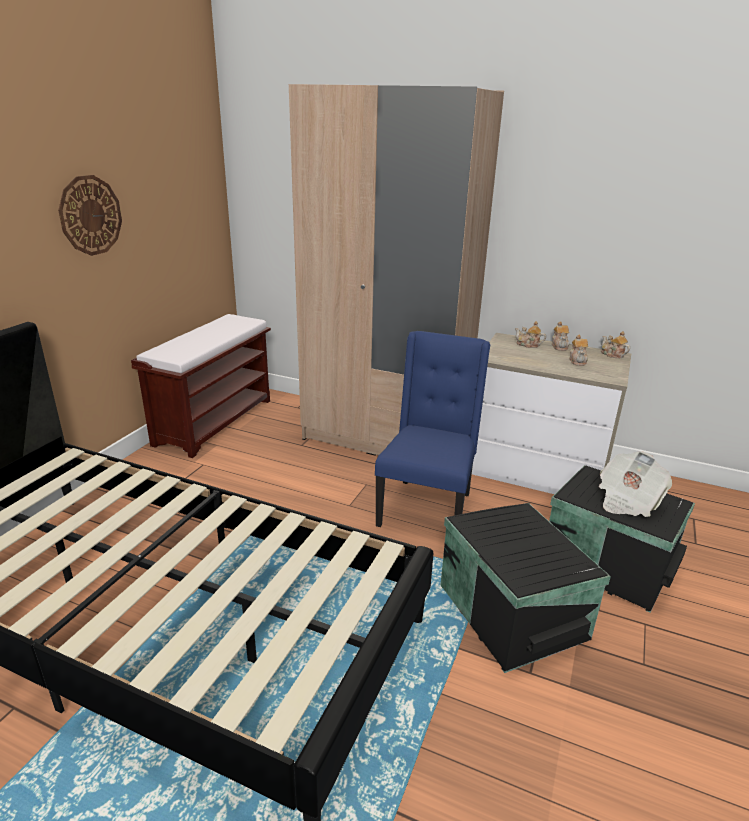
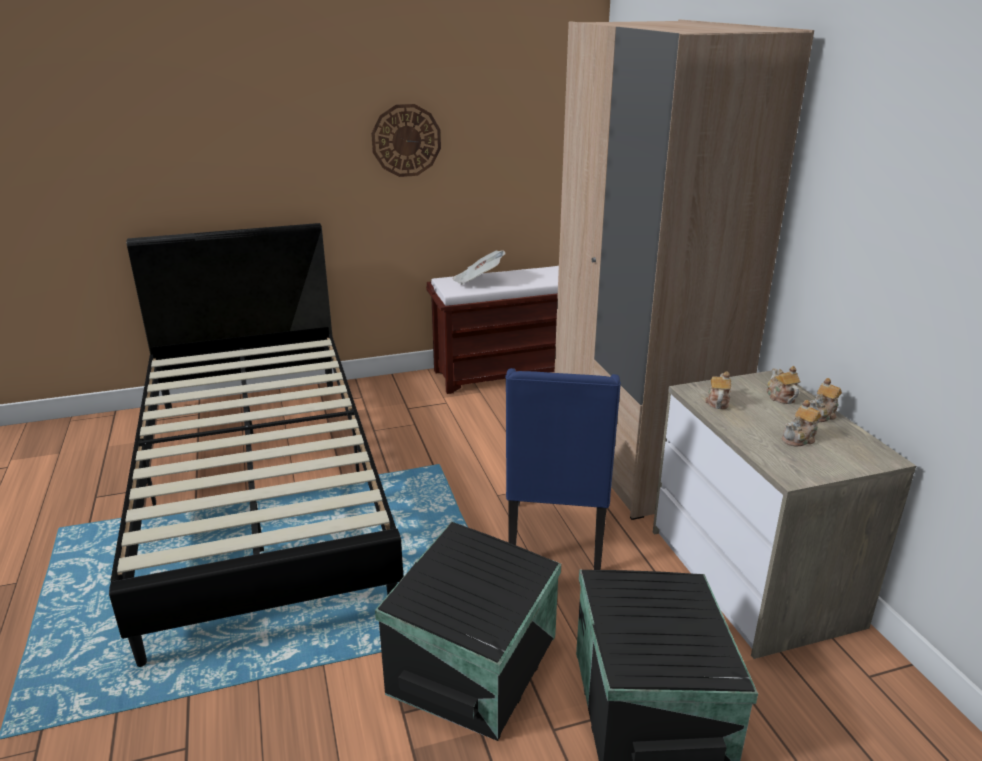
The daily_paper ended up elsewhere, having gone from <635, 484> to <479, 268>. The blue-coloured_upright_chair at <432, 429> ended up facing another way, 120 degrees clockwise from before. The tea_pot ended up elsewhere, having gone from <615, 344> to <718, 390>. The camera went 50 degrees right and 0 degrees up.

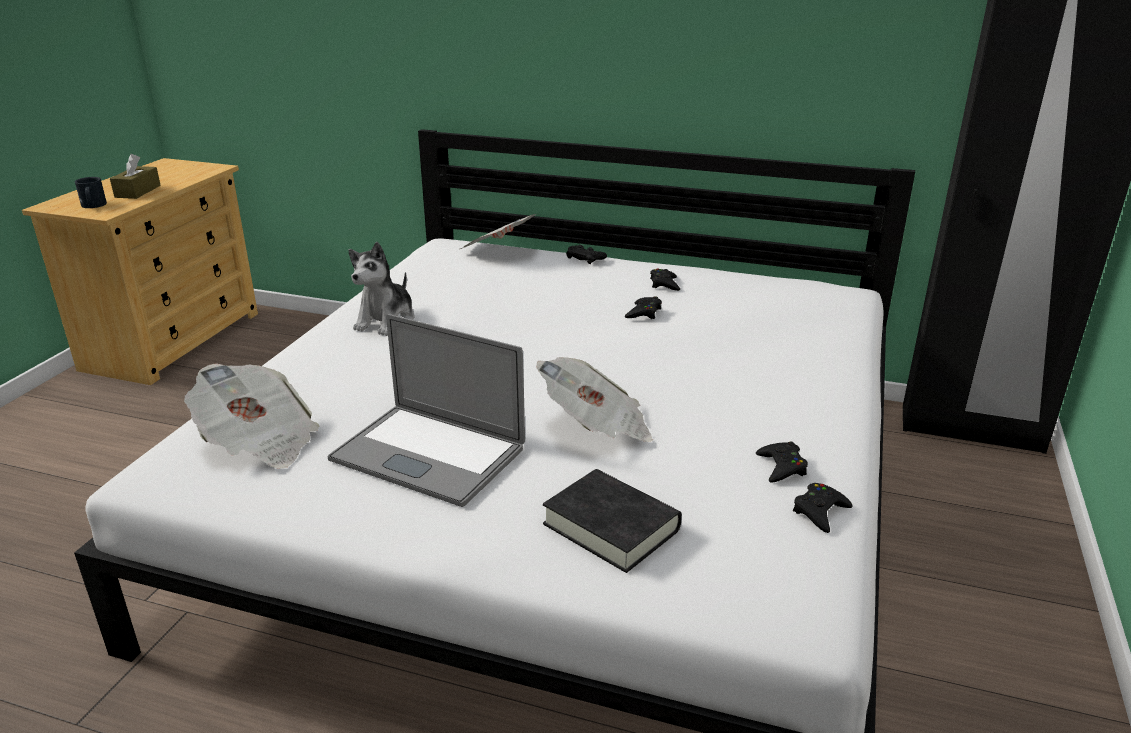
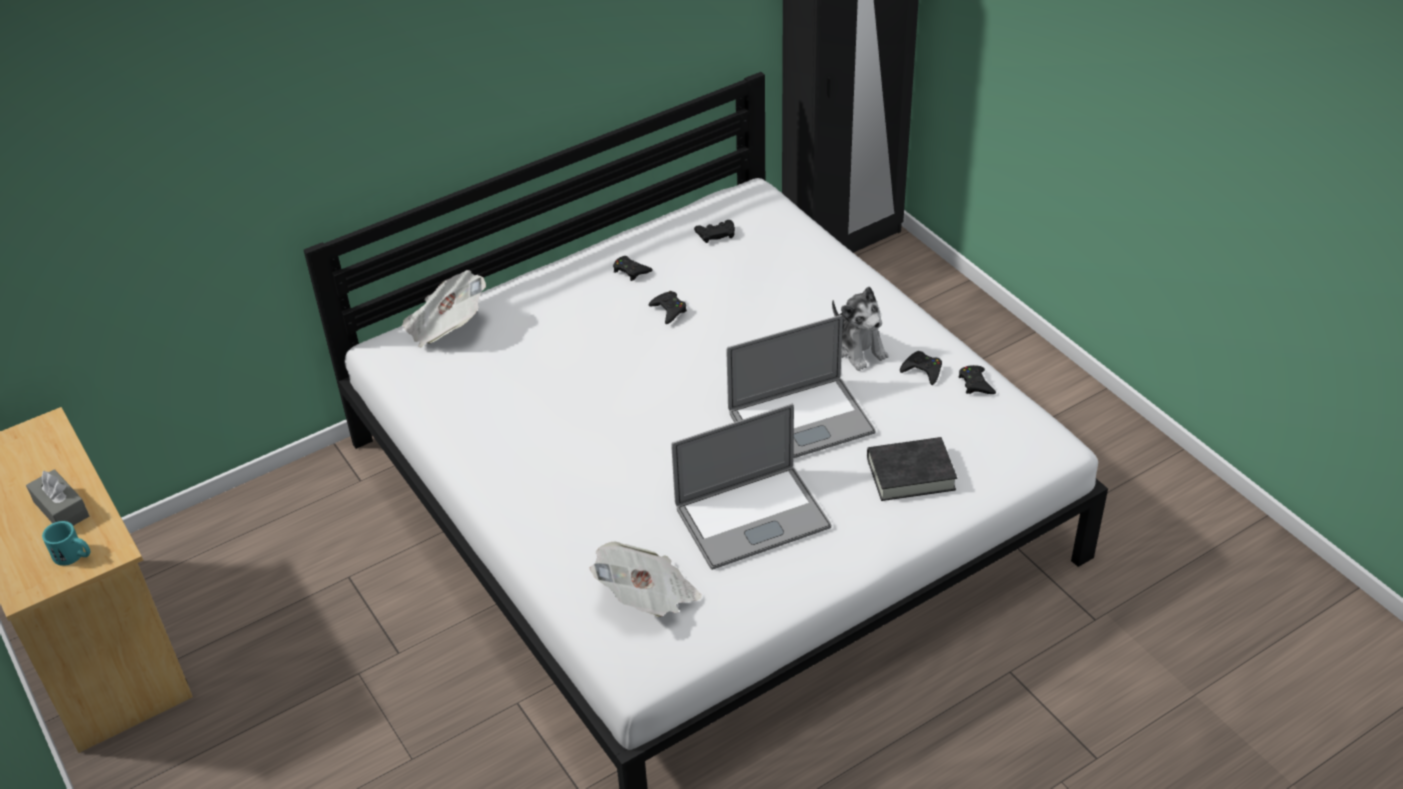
What was the brown_tissue_holder at <135, 176> turned into the gray_tissue_holder at <57, 497>. What was the blackish_tea_mug at <91, 192> turned into the turquoise_tea_mug at <66, 543>. The blackish_gamepad ended up elsewhere, having gone from <586, 254> to <714, 231>. Where the daily_paper stood at <594, 399>, the portable_computer came to stand at <801, 386>. The soft_toy ended up elsewhere, having gone from <382, 289> to <860, 329>. The camera went 50 degrees left and 15 degrees up.

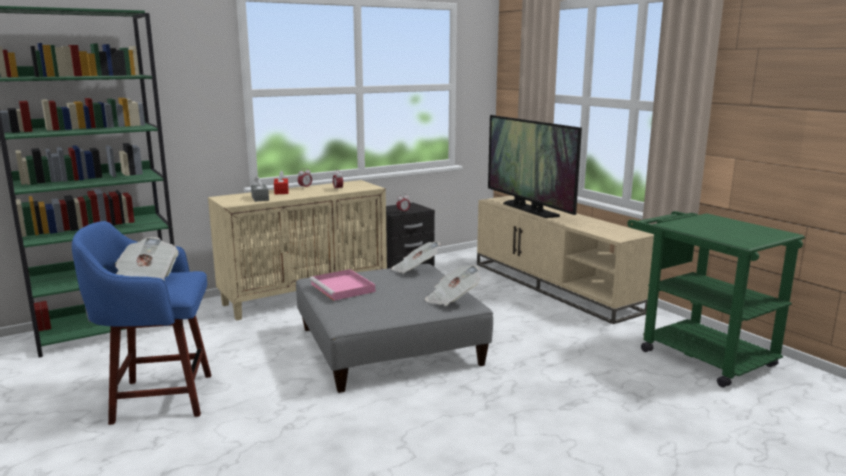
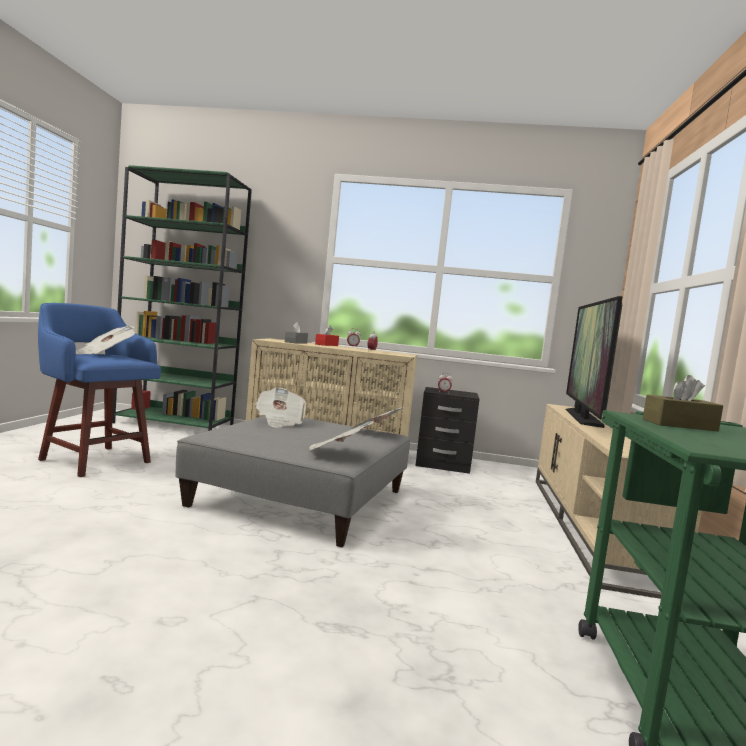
Where the pinkish_tray stood at <342, 285>, the daily_paper came to stand at <280, 408>. The second view gained the brown_tissue_holder at <683, 403>. The camera went 40 degrees right and 10 degrees down.

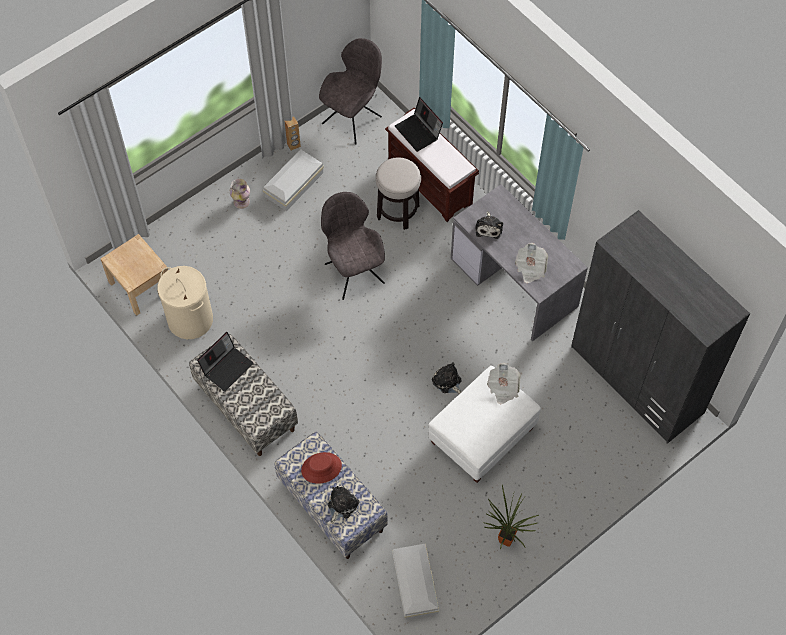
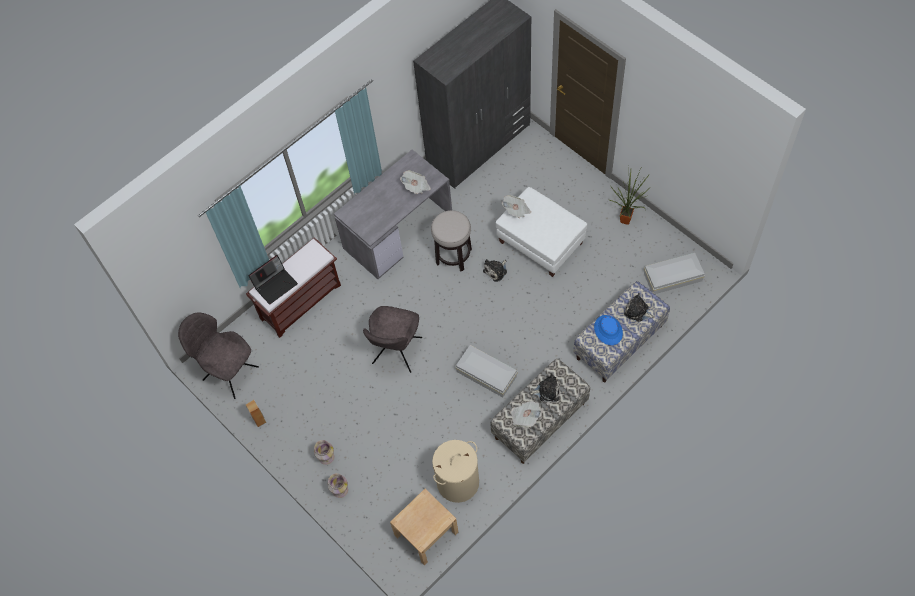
The second view gained the vase at <338, 485>. The gray_upright_chair at <353, 246> ended up facing another way, 45 degrees counterclockwise from before. The stool_seat ended up elsewhere, having gone from <398, 193> to <451, 241>. The white-coloured_storage_box ended up elsewhere, having gone from <293, 180> to <486, 371>. Where the portable_computer stood at <225, 362>, the daily_paper came to stand at <526, 414>. The soft_toy ended up elsewhere, having gone from <489, 225> to <545, 388>. What was the reddish_wearable_hat at <321, 468> turned into the blue-coloured_wearable_hat at <608, 330>. The camera went 90 degrees left and 0 degrees up.

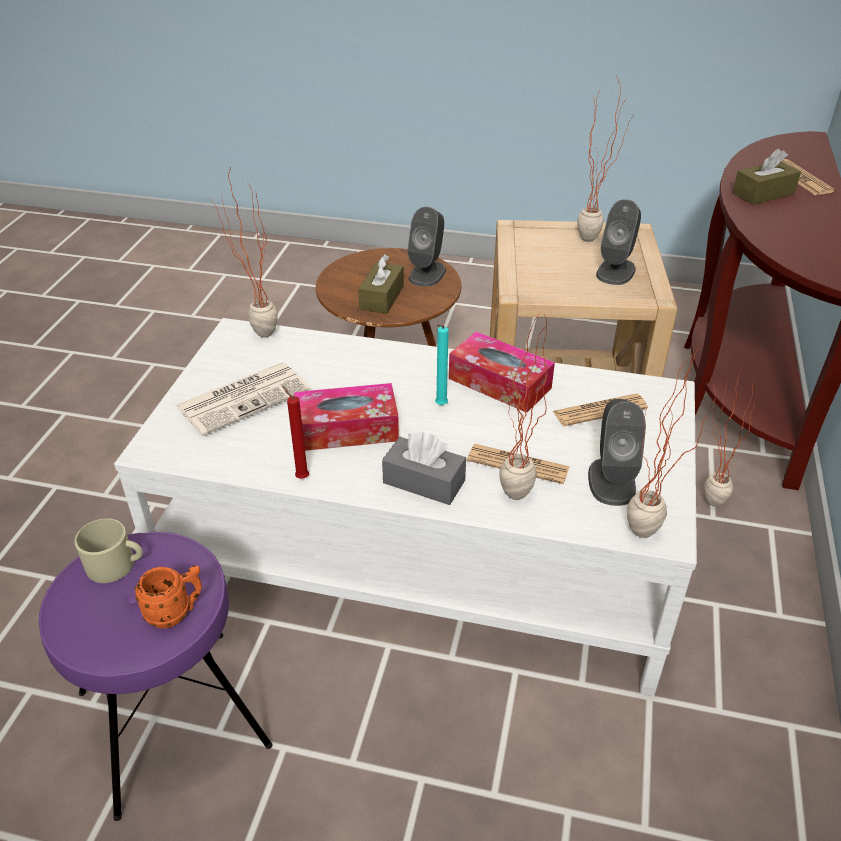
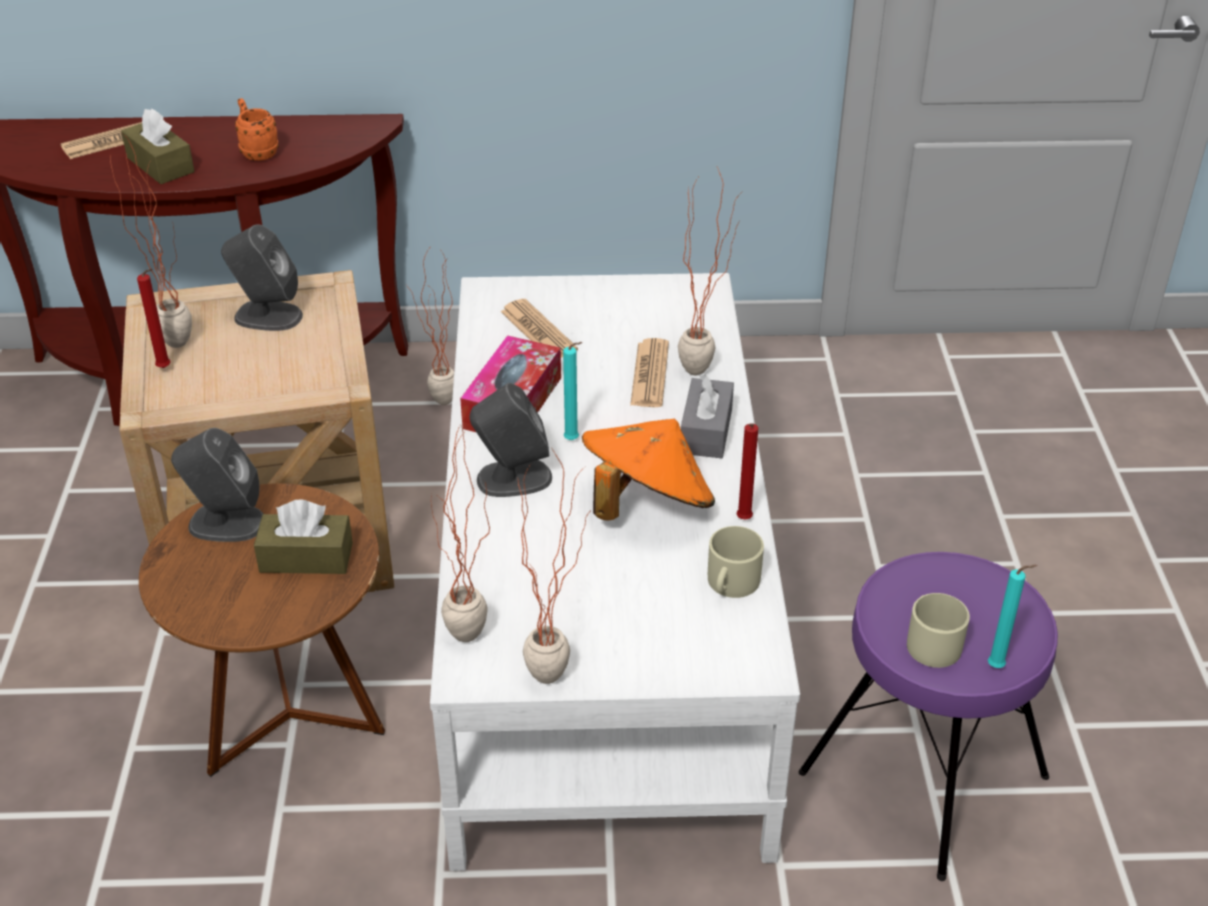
The second view gained the reddish_wax_candle at <154, 318>. The orange_tea_mug ended up elsewhere, having gone from <168, 596> to <257, 129>. The gray_loudspeaker ended up elsewhere, having gone from <617, 452> to <511, 440>. The potted_plant ended up elsewhere, having gone from <671, 441> to <554, 565>. Where the tissue_holder stood at <346, 417>, the orange_wearable_hat came to stand at <648, 470>. The second view gained the sand-coloured_tea_mug at <736, 562>. The second view gained the turquoise_wax_candle at <1012, 616>. The second view lost the daily_paper at <243, 399>. The camera went 105 degrees left and 0 degrees up.

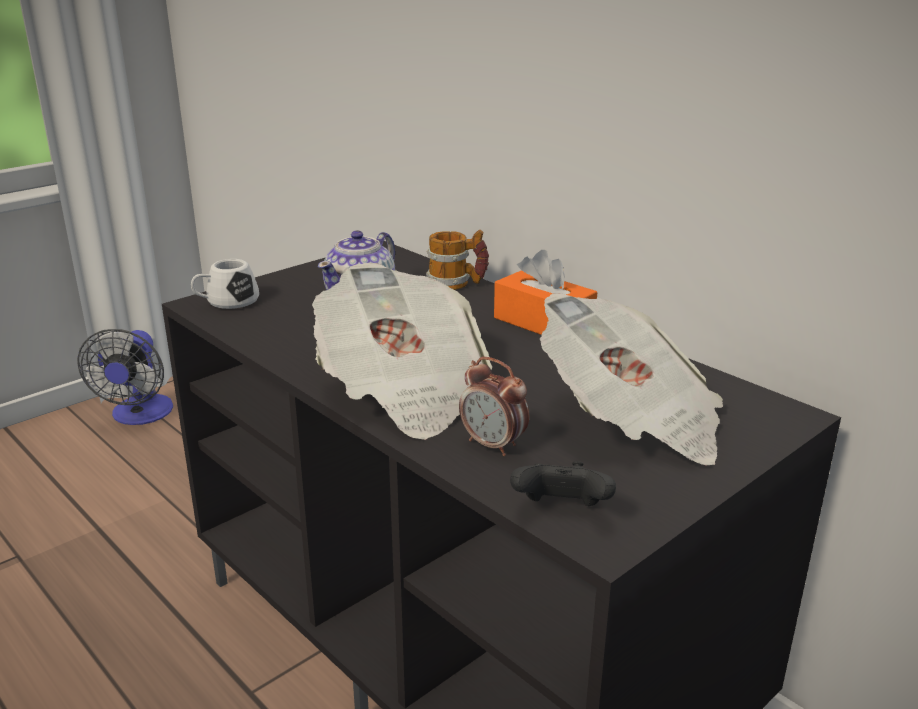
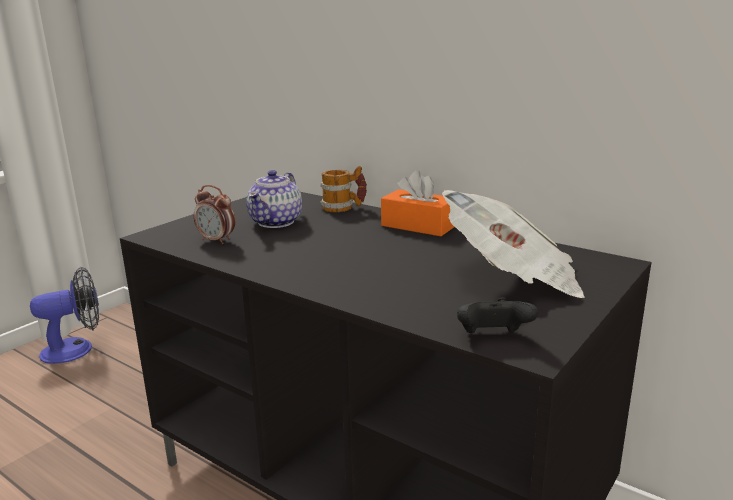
The cooling_fan at <125, 377> ended up facing another way, 105 degrees counterclockwise from before. The alarm_clock ended up elsewhere, having gone from <494, 406> to <214, 214>. The second view lost the white-coloured_tea_mug at <225, 284>. The second view lost the daily_paper at <402, 351>. The camera went 10 degrees left and 5 degrees down.

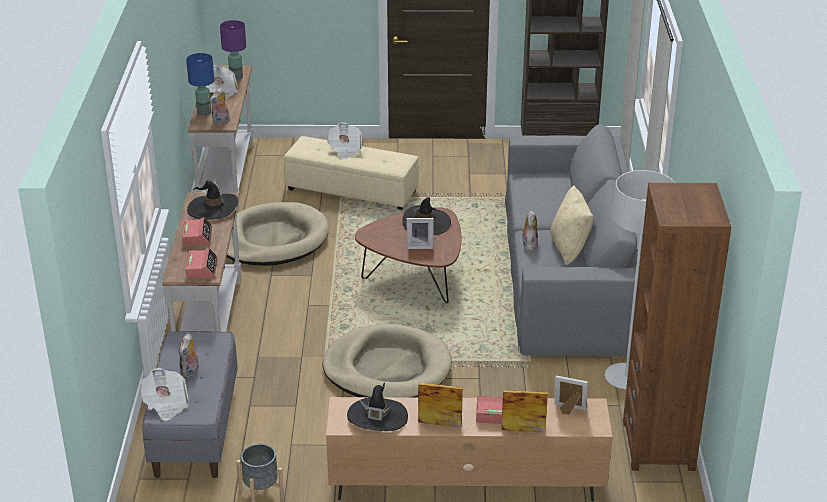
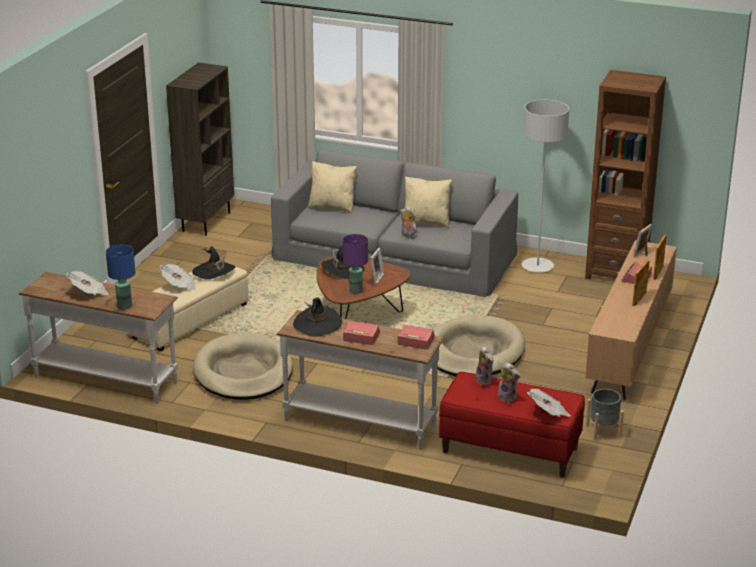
The blackish_wearable_hat ended up elsewhere, having gone from <377, 406> to <213, 263>. The second view gained the sand-coloured_cushion at <332, 187>. The purplish_tabletop_lamp ended up elsewhere, having gone from <233, 50> to <355, 264>. What was the gray_indoor_bench at <190, 404> turned into the reddish_indoor_bench at <512, 425>. The soft_toy ended up elsewhere, having gone from <219, 106> to <484, 366>. The camera went 70 degrees left and 5 degrees down.

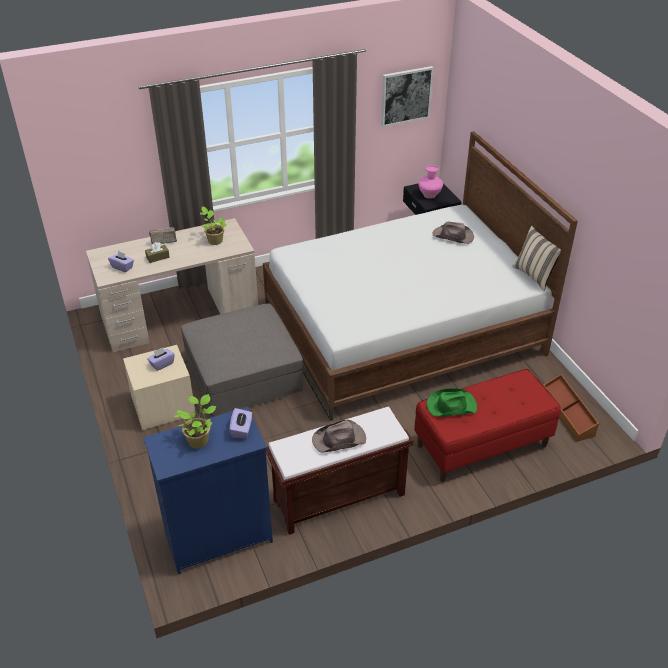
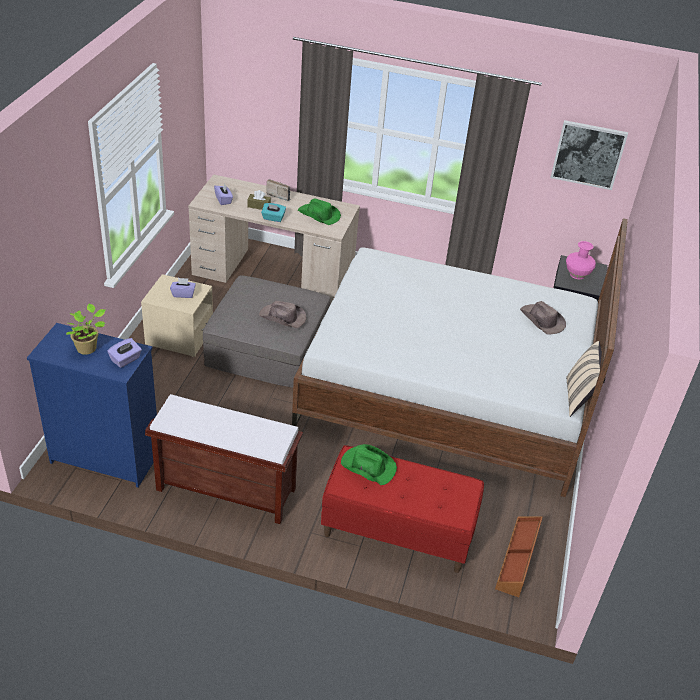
The brown_wearable_hat ended up elsewhere, having gone from <339, 436> to <282, 314>. The second view gained the turquoise_tissue_holder at <273, 212>. Where the potted_plant stood at <213, 225>, the green_wearable_hat came to stand at <319, 212>. The camera went 35 degrees right and 0 degrees up.

